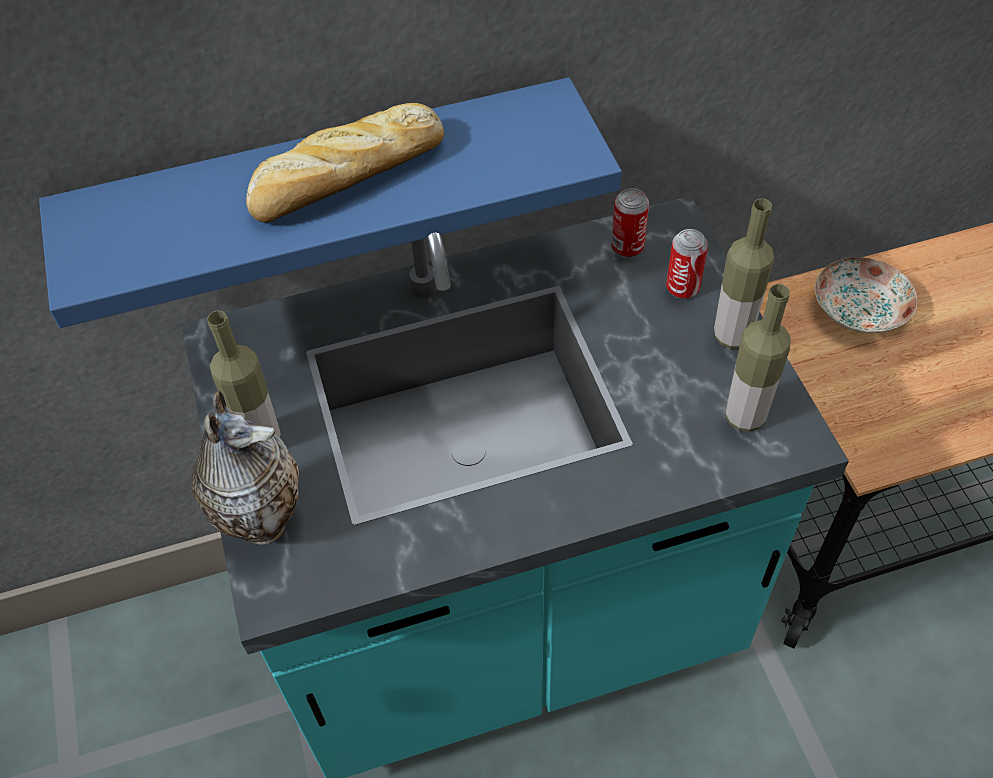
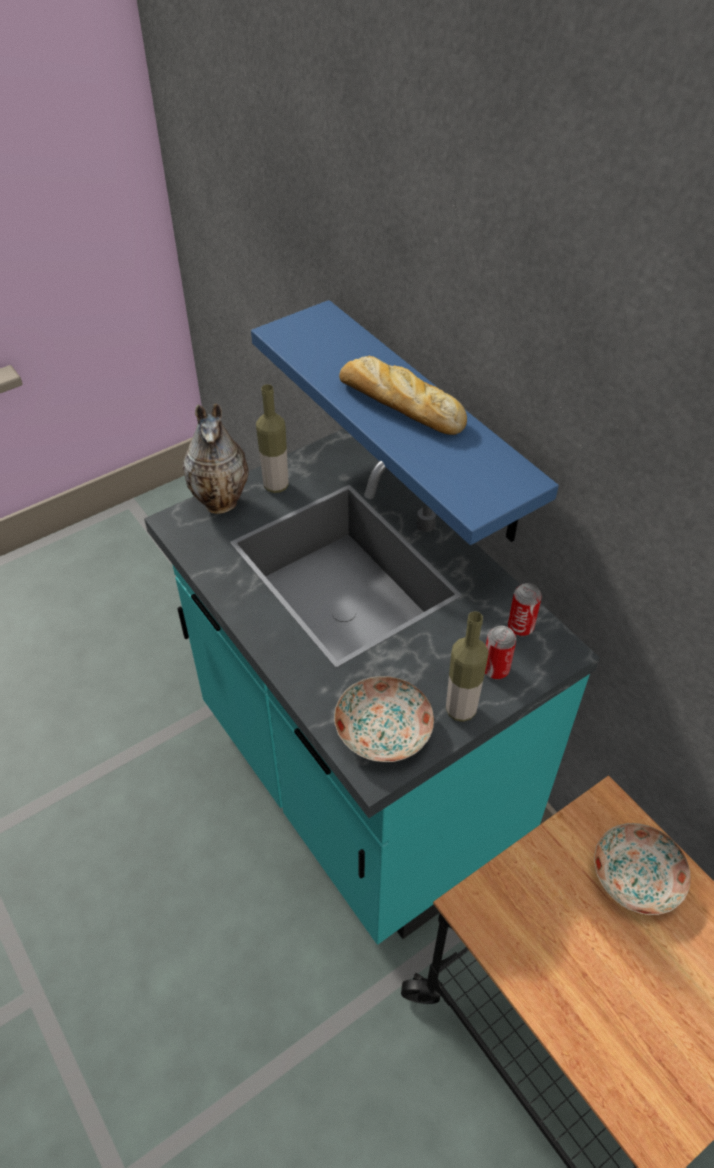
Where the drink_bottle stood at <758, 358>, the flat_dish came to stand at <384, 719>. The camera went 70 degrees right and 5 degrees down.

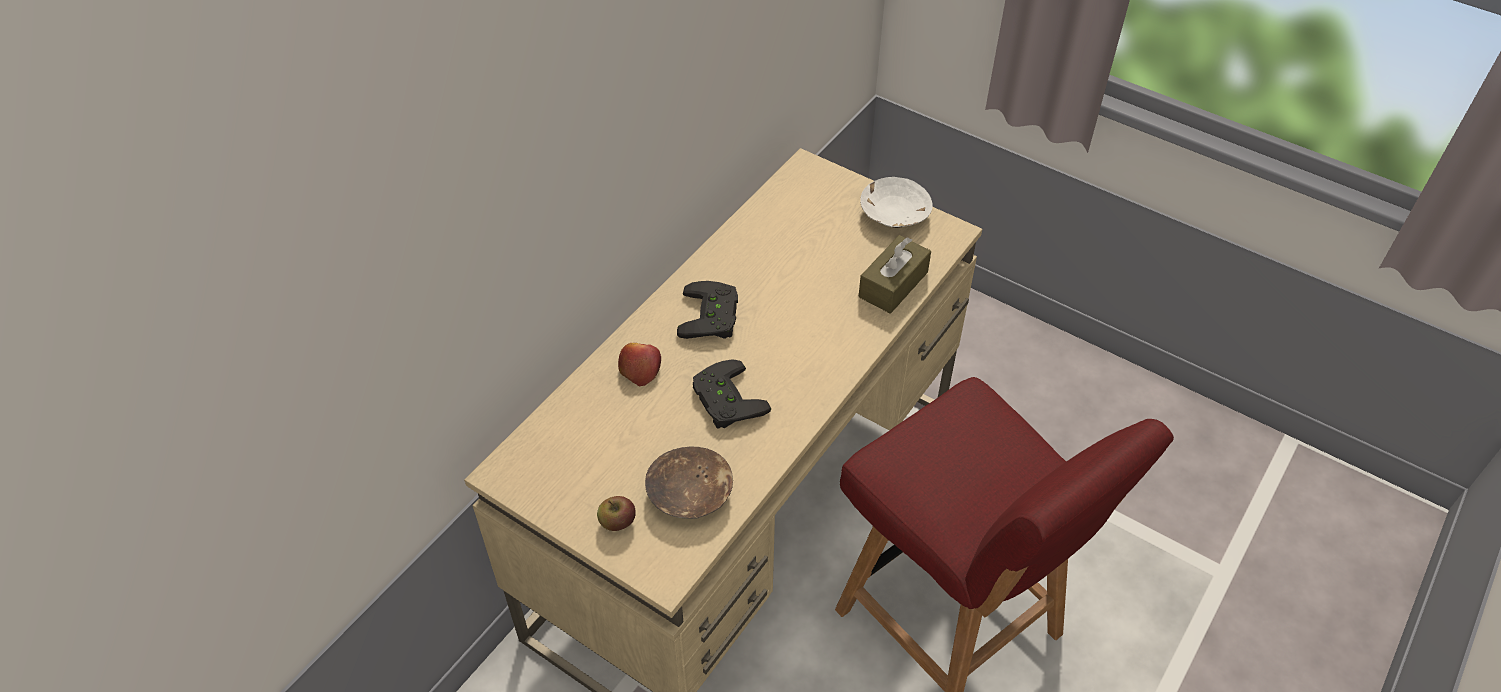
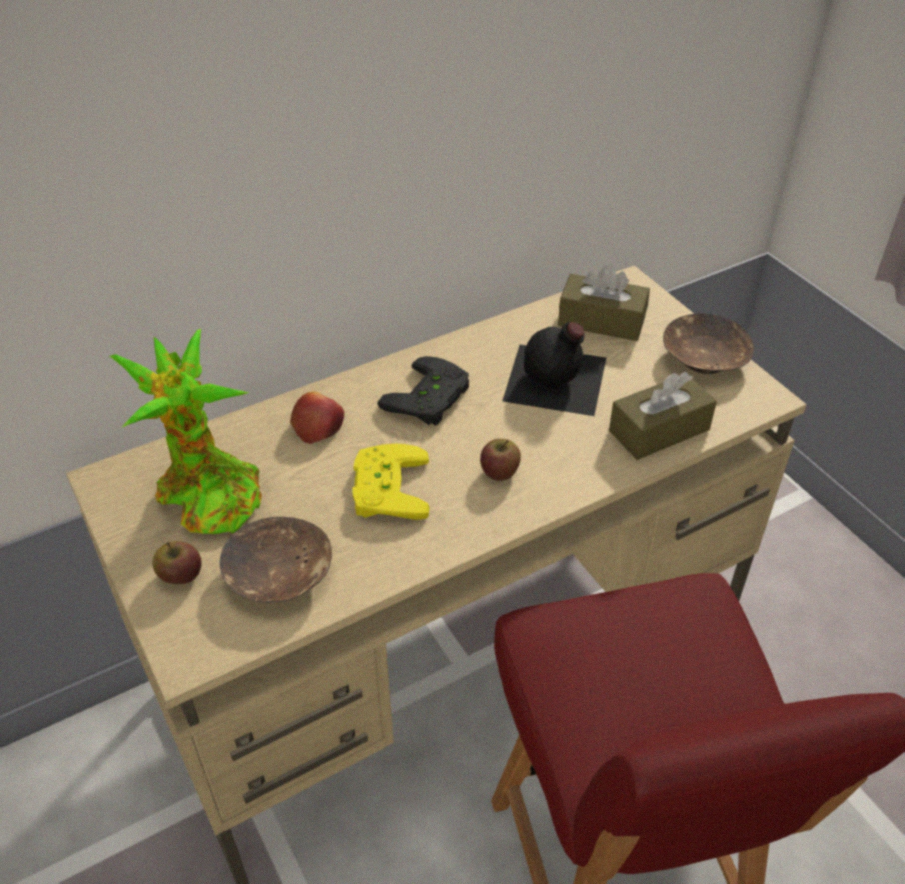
The second view gained the potted_plant at <185, 431>. What was the blackish_gamepad at <732, 394> turned into the yellow-coloured_gamepad at <391, 482>. The second view gained the whole_apple at <500, 460>. The second view gained the blackish_drink_bottle at <554, 369>. The second view gained the brown_tissue_holder at <604, 303>. What was the white-coloured_bowl at <896, 202> turned into the brown_bowl at <708, 343>. The camera went 25 degrees right and 5 degrees down.

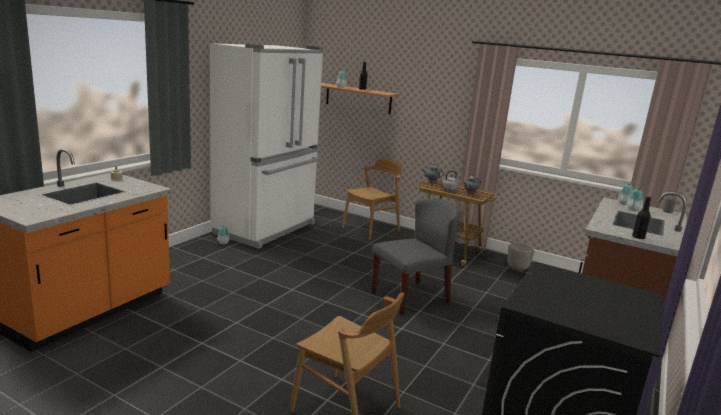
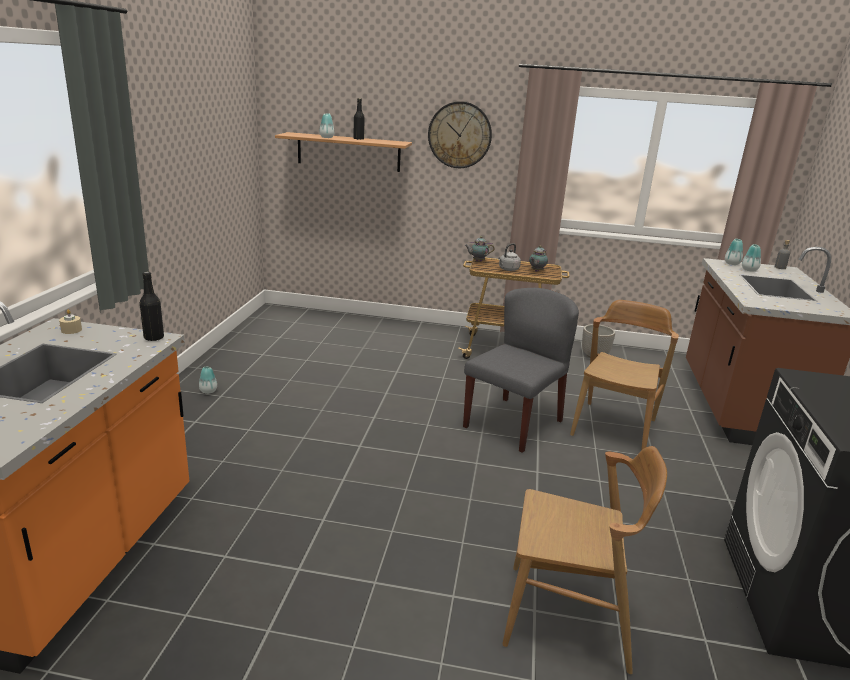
The blackish_drink_bottle ended up elsewhere, having gone from <641, 217> to <152, 306>. The second view gained the wall_clock at <460, 134>. The brown_upright_chair ended up elsewhere, having gone from <371, 198> to <624, 375>. The second view lost the white-coloured_refrigerator at <266, 146>. The camera went 20 degrees left and 5 degrees up.

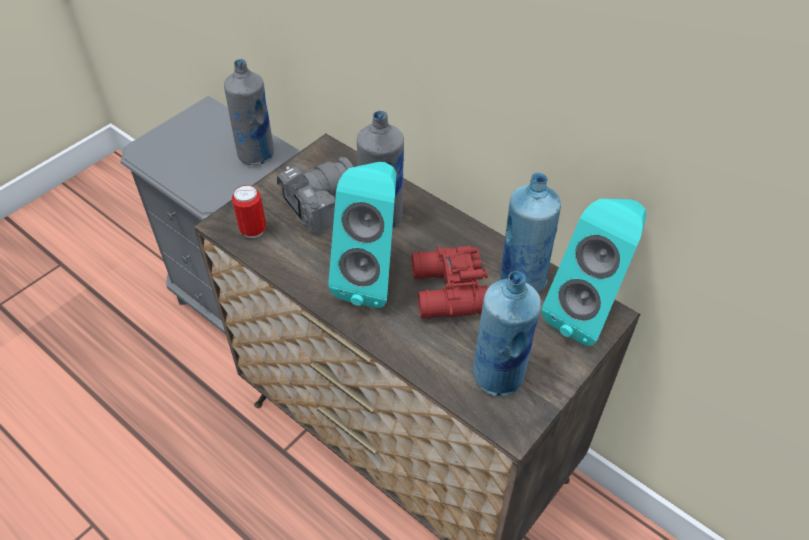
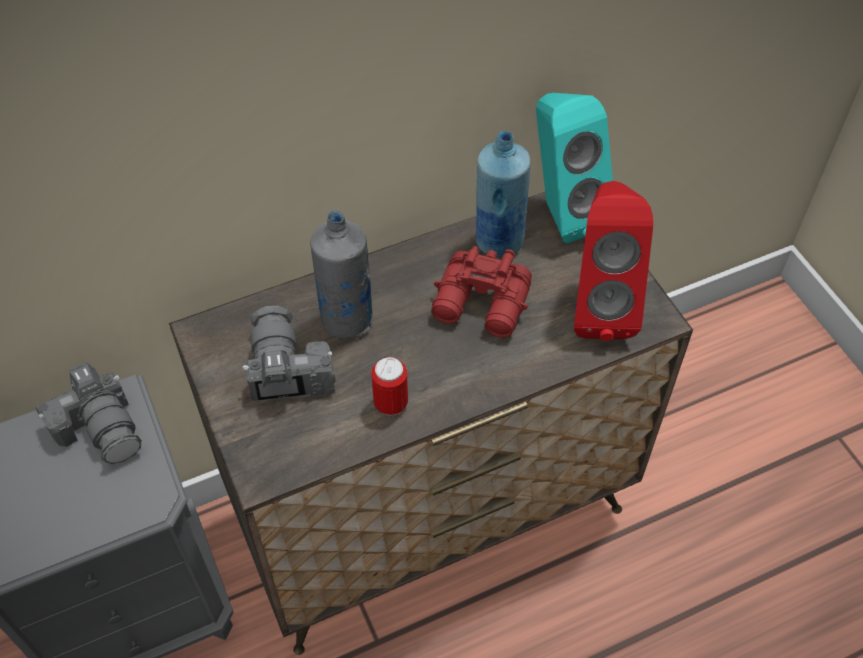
Where the gray_drink_bottle stood at <249, 112>, the still_camera came to stand at <89, 413>. The metal_can ended up elsewhere, having gone from <249, 211> to <389, 386>. Where the blue-coloured_drink_bottle stood at <507, 333>, the reddish_loudspeaker came to stand at <613, 261>. The second view lost the turquoise_loudspeaker at <362, 235>. The camera went 65 degrees left and 5 degrees up.

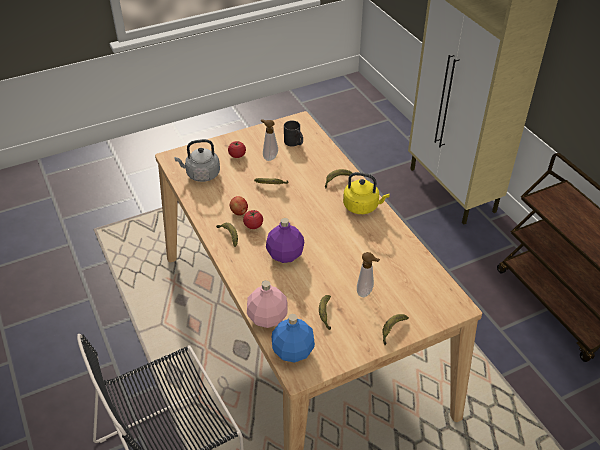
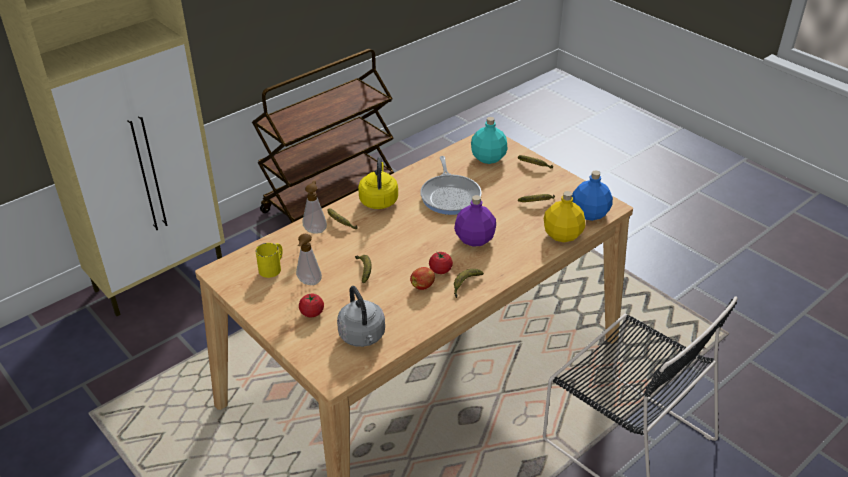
What was the blackish_tea_mug at <293, 133> turned into the yellow-coloured_tea_mug at <269, 260>. The soap_dispenser ended up elsewhere, having gone from <368, 274> to <315, 207>. The second view gained the frying_pan at <451, 185>. The second view gained the turquoise_drink_bottle at <489, 140>. What was the pinkish_drink_bottle at <267, 304> turned into the yellow-coloured_drink_bottle at <564, 216>. The camera went 105 degrees left and 5 degrees down.

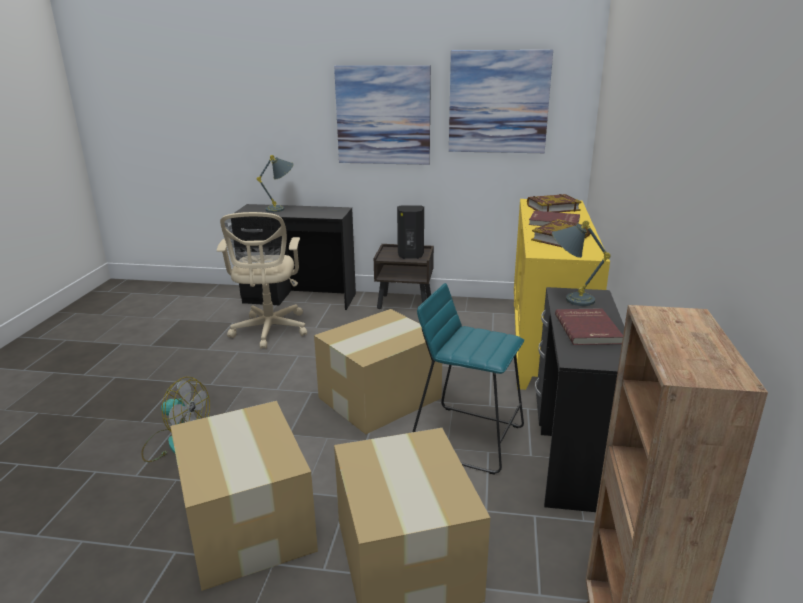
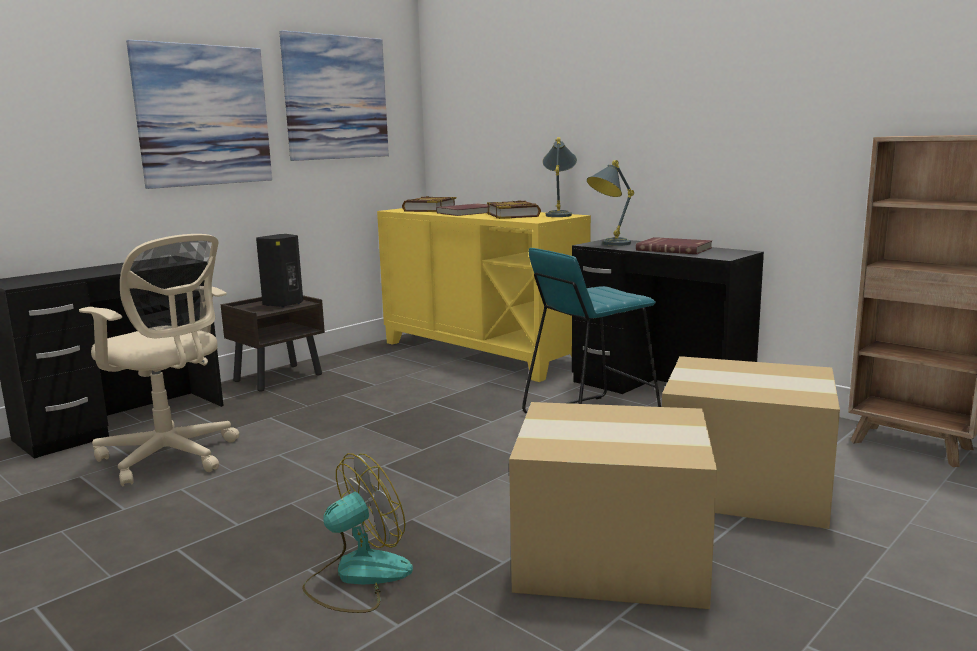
The gray_tabletop_lamp ended up elsewhere, having gone from <275, 183> to <559, 177>. The second view lost the packing_box at <378, 371>. The camera went 55 degrees left and 10 degrees down.

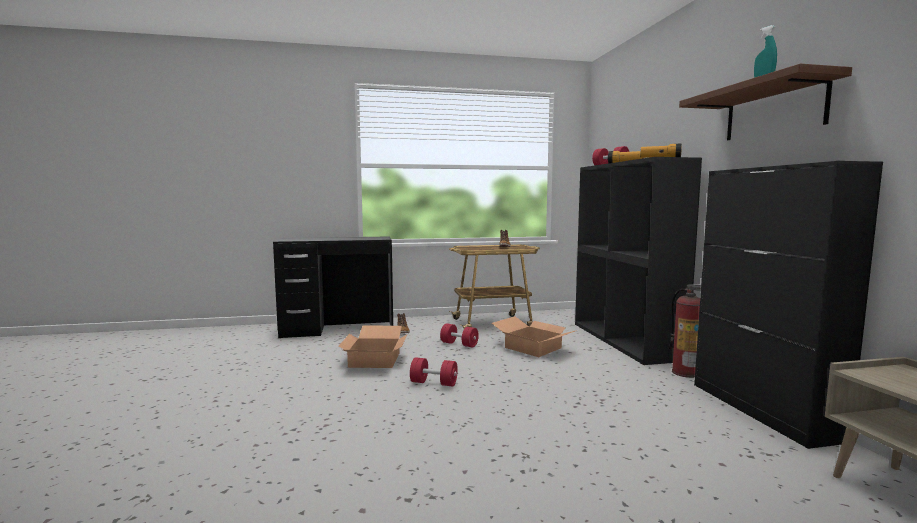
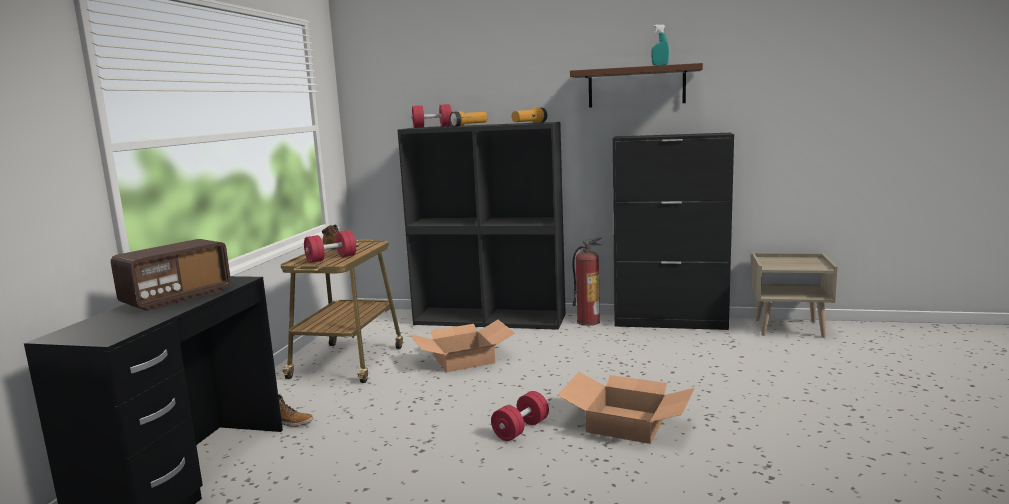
The second view gained the radio at <171, 275>. The reddish_dumbbell ended up elsewhere, having gone from <459, 335> to <330, 246>. The packing_box ended up elsewhere, having gone from <373, 346> to <626, 408>. The camera went 65 degrees left and 5 degrees up.

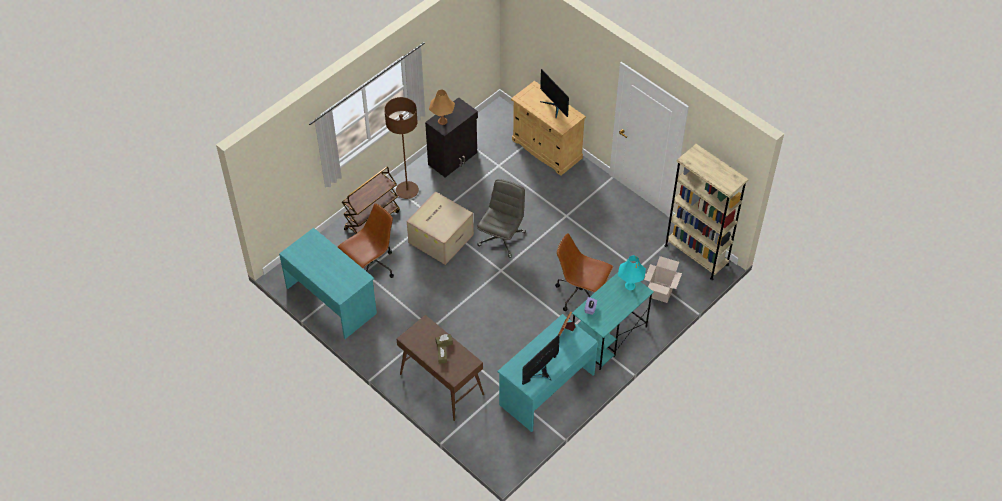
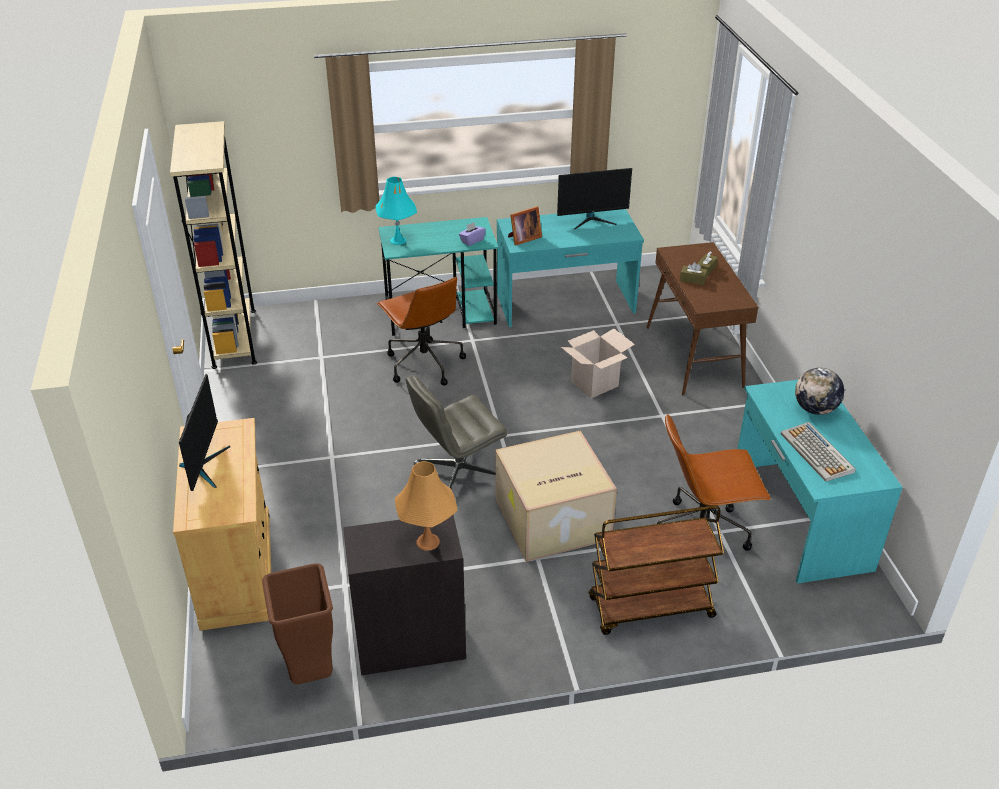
The second view gained the brown_trash_can at <297, 624>. The packing_box ended up elsewhere, having gone from <663, 279> to <598, 363>. The second view gained the PC_keyboard at <818, 452>. The second view gained the globe at <819, 391>. The second view lost the brown_standing_lamp at <401, 148>. The camera went 145 degrees left and 15 degrees down.

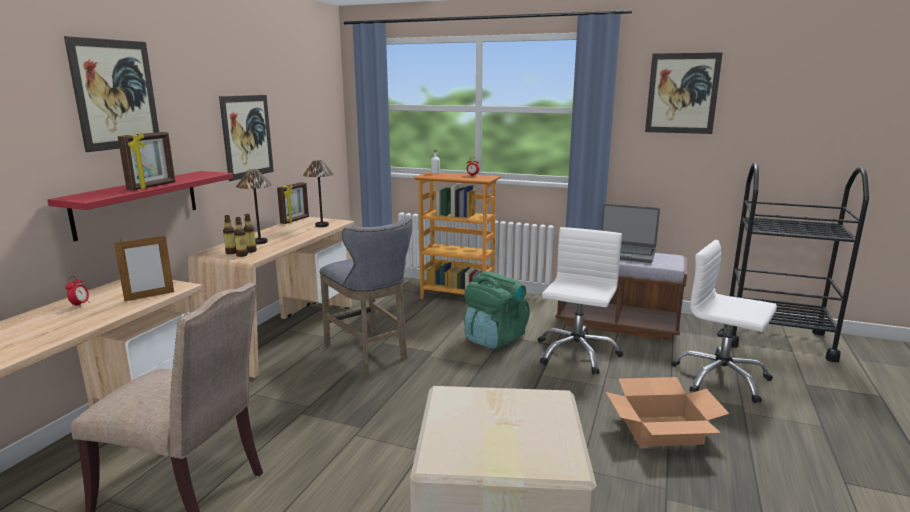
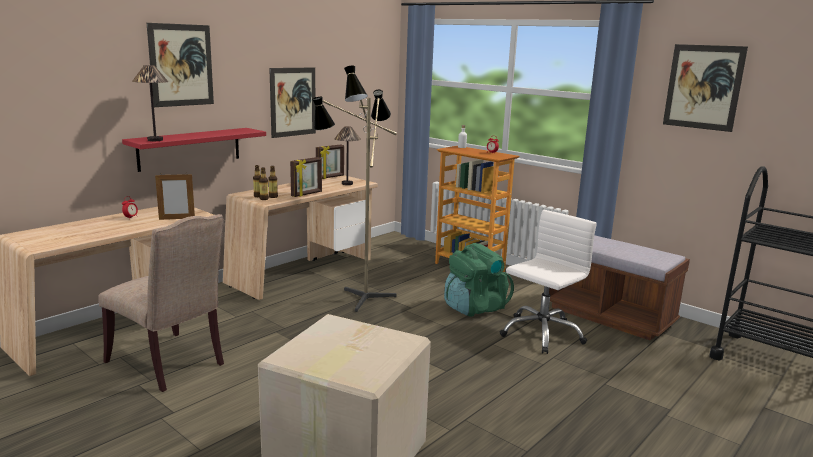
The tabletop_lamp ended up elsewhere, having gone from <254, 206> to <150, 103>. The picture_frame ended up elsewhere, having gone from <146, 161> to <306, 177>. Where the gray_stool_seat stood at <366, 294>, the standing_lamp came to stand at <354, 189>. The second view lost the portable_computer at <630, 233>. The second view lost the packing_box at <668, 412>. The second view lost the white-coloured_computer_chair at <724, 321>. The camera went 20 degrees right and 0 degrees up.

